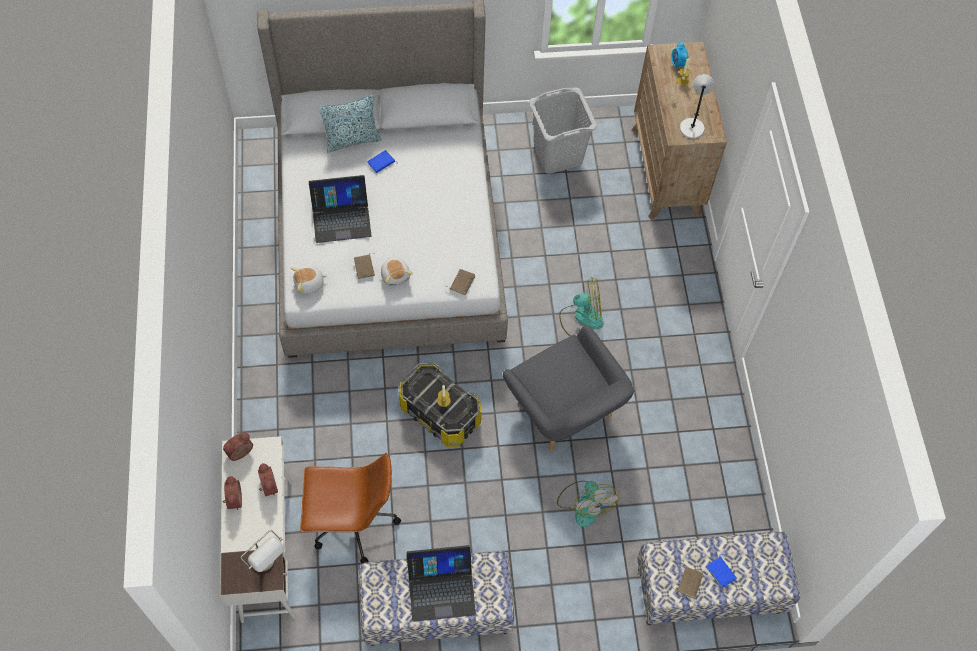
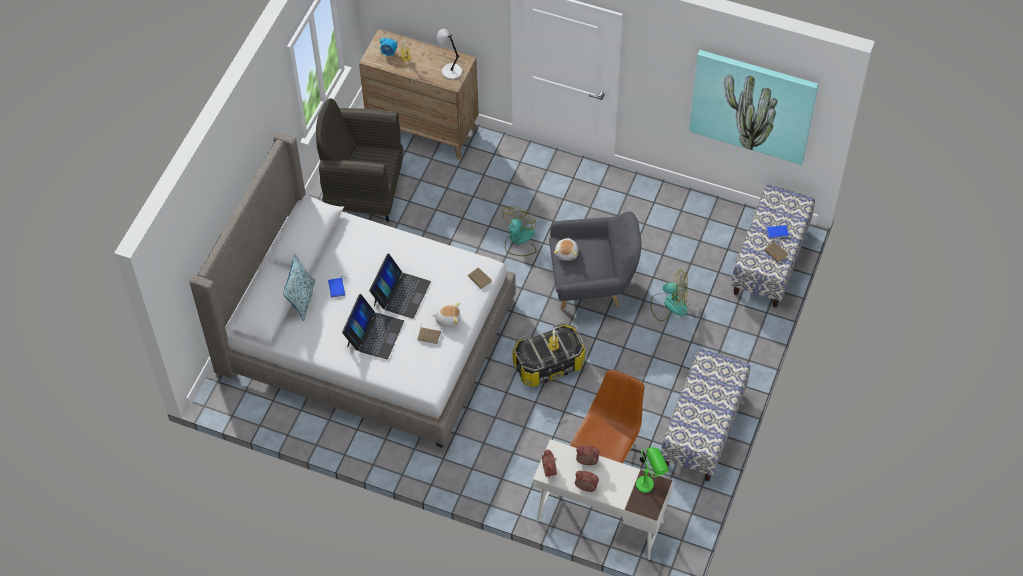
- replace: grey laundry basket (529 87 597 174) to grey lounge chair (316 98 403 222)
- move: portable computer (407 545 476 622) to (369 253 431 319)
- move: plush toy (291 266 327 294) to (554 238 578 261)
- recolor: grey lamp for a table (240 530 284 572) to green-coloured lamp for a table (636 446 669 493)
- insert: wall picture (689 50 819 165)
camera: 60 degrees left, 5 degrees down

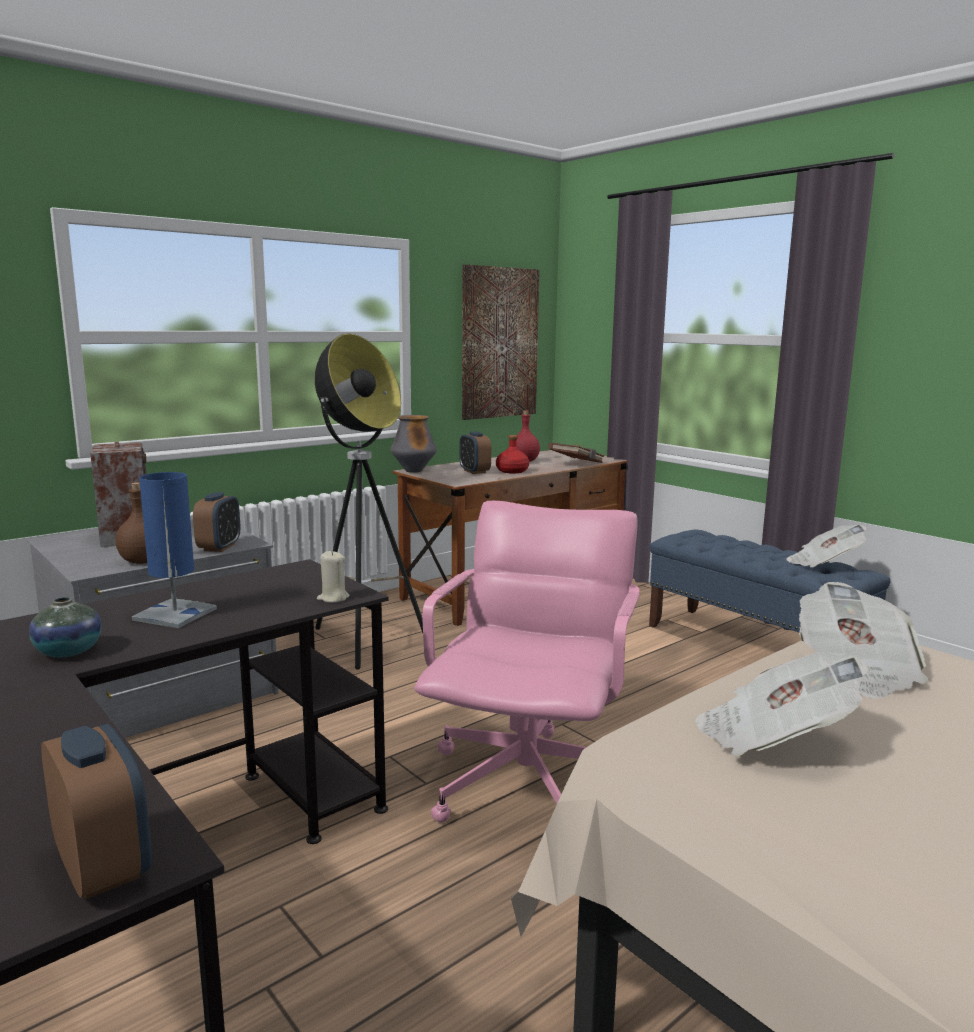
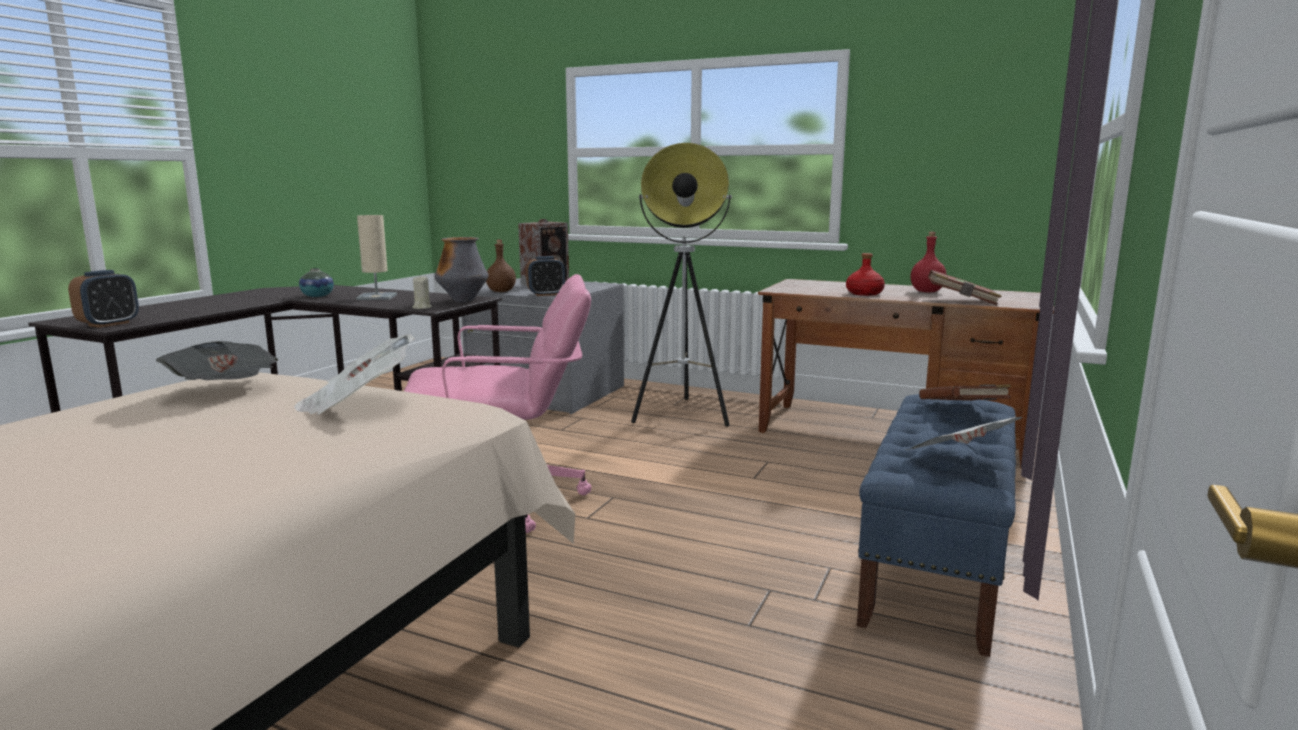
- recolor: blue lamp for a table (132 472 217 628) to sand-coloured lamp for a table (356 215 397 300)
- move: flower vase (390 415 437 473) to (434 237 489 302)
- insert: brownish volume (919 384 1011 401)
- delete: bedside clock (459 431 491 474)
- delete: wall picture (462 264 540 420)
camera: 65 degrees right, 0 degrees up

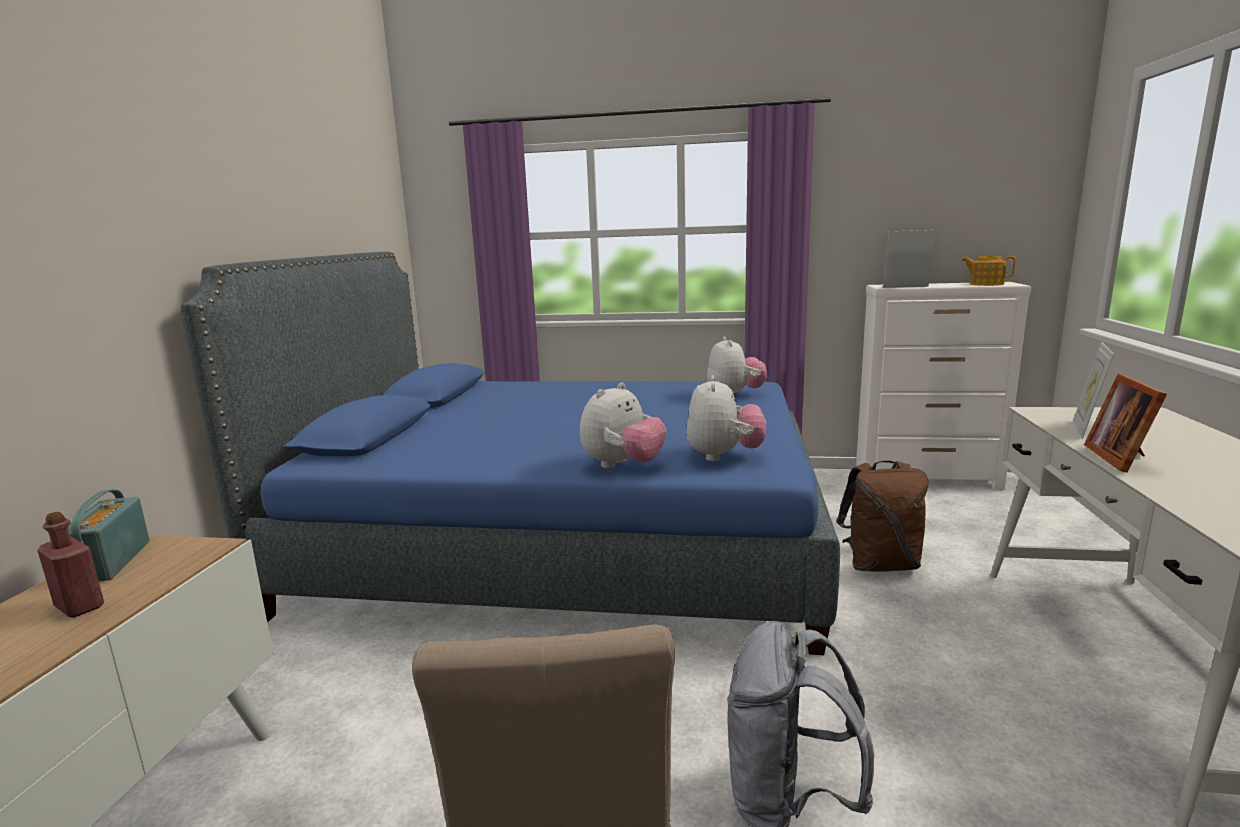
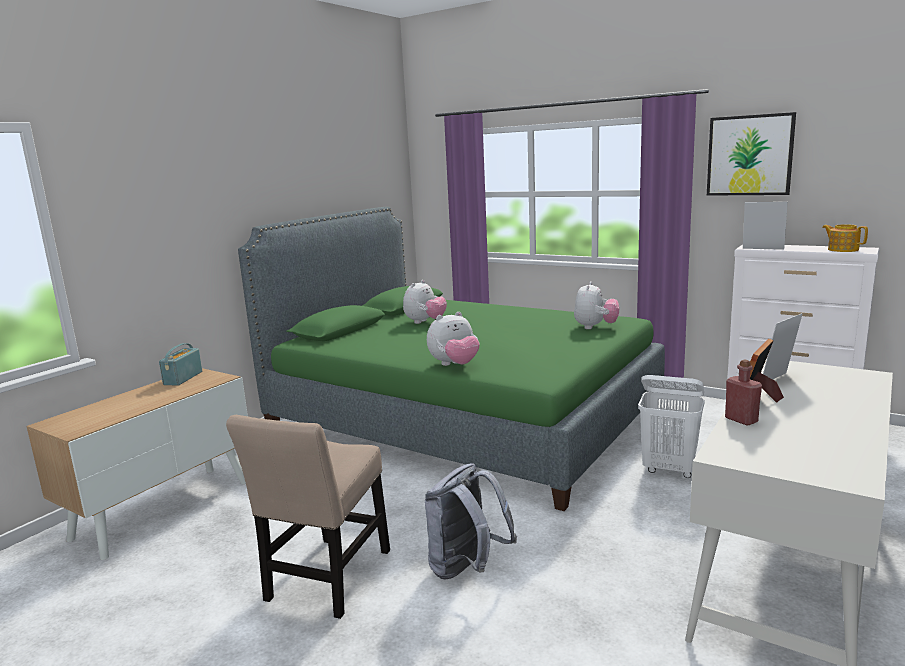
- recolor: blue bed (180 252 840 655) to green-coloured bed (238 207 665 511)
- move: plush toy (686 375 766 461) to (403 280 447 324)
- replace: brownish backpack (836 461 928 572) to whitish laundry basket (638 375 705 478)
- insert: wall picture (707 112 796 196)
- move: red drink bottle (37 512 104 618) to (725 360 762 426)
camera: 25 degrees right, 0 degrees up

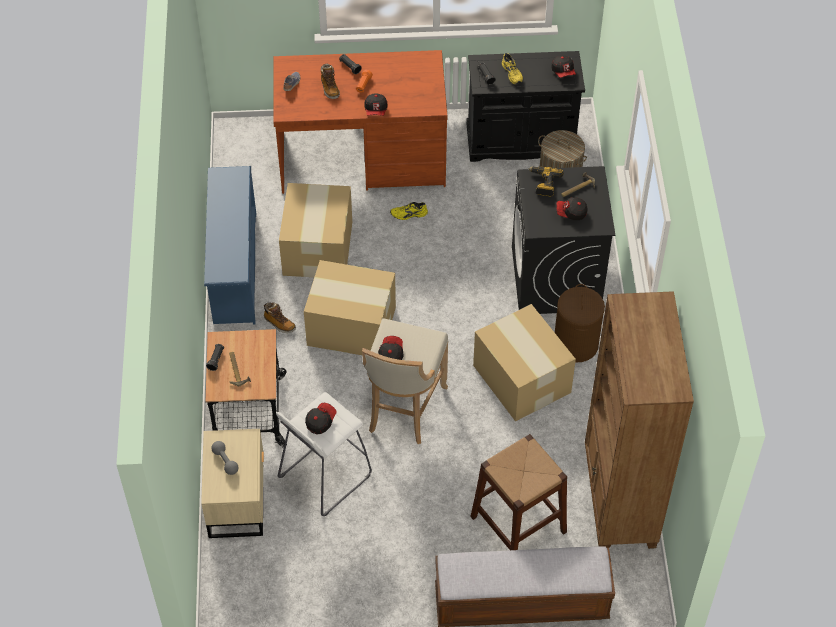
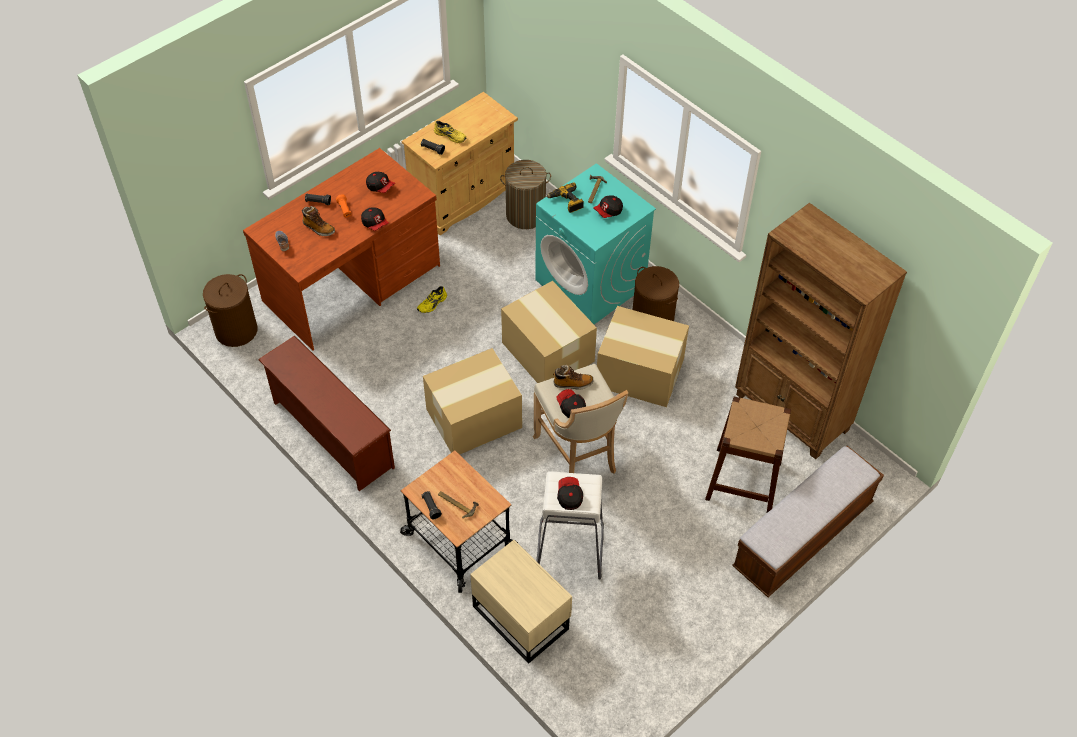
- insert: brownish laundry basket (203 274 258 347)
- recolor: blue shoe shelf (204 166 256 324) to brownish shoe shelf (258 336 395 491)
- move: cap (552 55 576 78) to (366 172 395 193)
- recolor: black cabinet (467 51 585 162) to sand-coloured cabinet (402 92 518 235)
- move: packing box (279 183 352 277) to (501 281 597 383)
- recolor: black laundry machine (512 166 615 314) to blue-green laundry machine (535 163 656 324)
- move: boot (264 302 296 333) to (553 365 594 390)
- delete: grey free weight (211 441 238 475)
camera: 40 degrees left, 0 degrees up

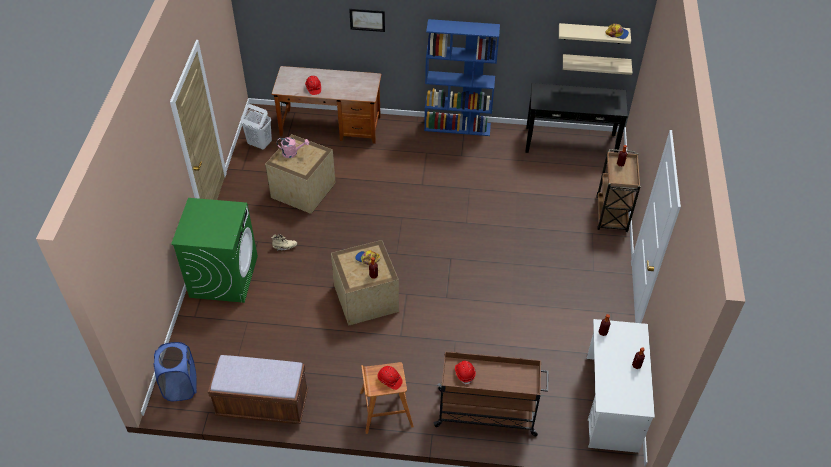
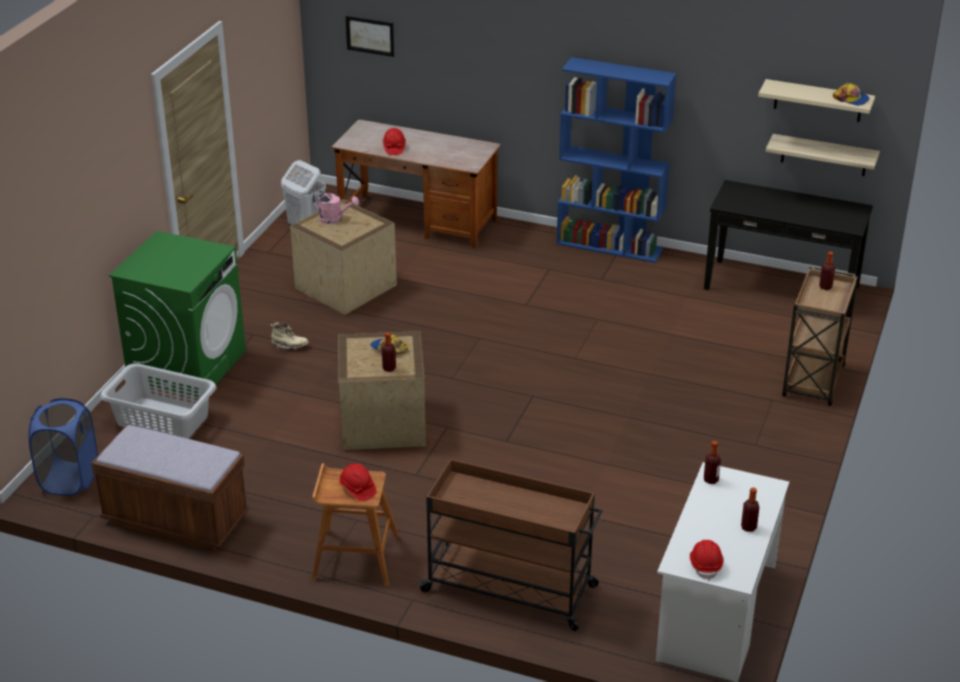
- insert: grey laundry basket (100 364 216 439)
- move: wall picture (349 9 385 32) to (345 16 394 57)
- move: red work helmet (455 361 476 385) to (690 540 724 580)
camera: 15 degrees right, 15 degrees down

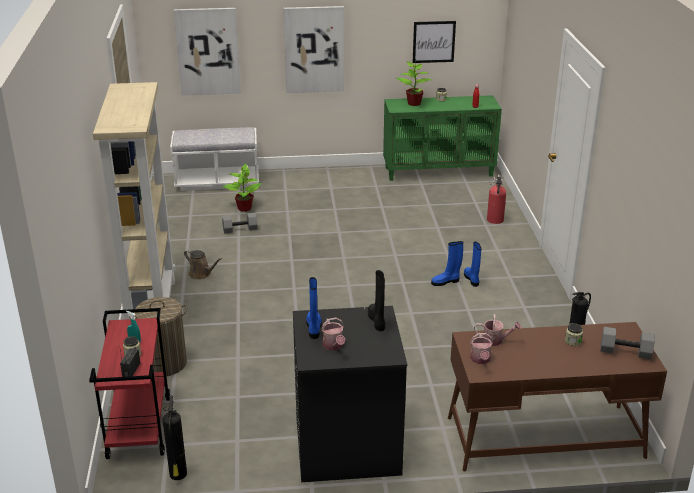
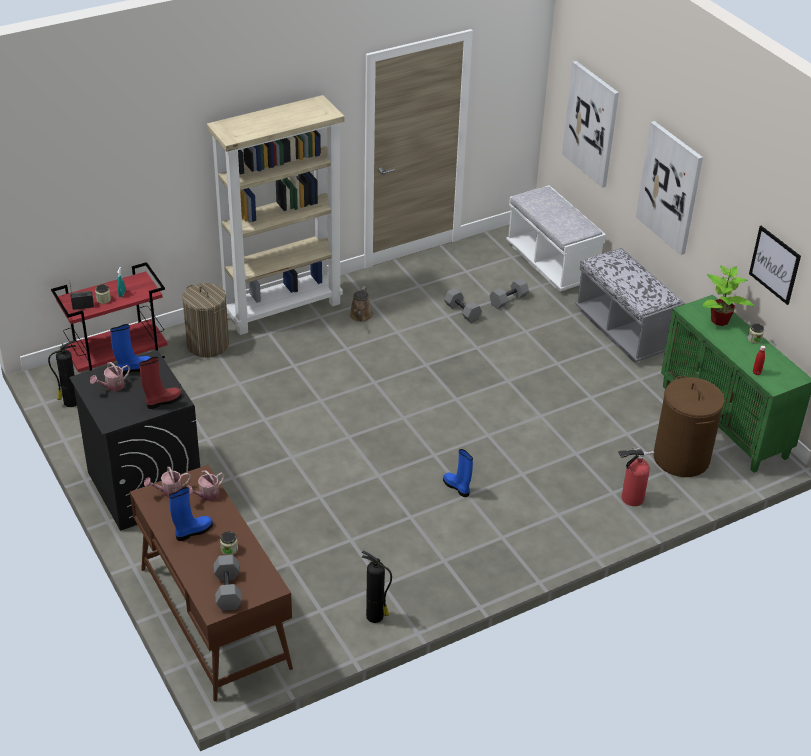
- recolor: black boot (368 270 386 331) to red boot (140 357 182 409)
- move: blue boot (464 242 481 287) to (169 487 213 541)
- rotate: watering pot (474 314 521 346) = (187 470 225 501) 60 degrees clockwise
- replace: houseplant (222 164 261 212) to grey free weight (489 278 529 309)
- insert: grey indoor bench (575 248 686 363)
- insert: brownish laundry basket (653 376 724 477)
camera: 65 degrees right, 10 degrees up

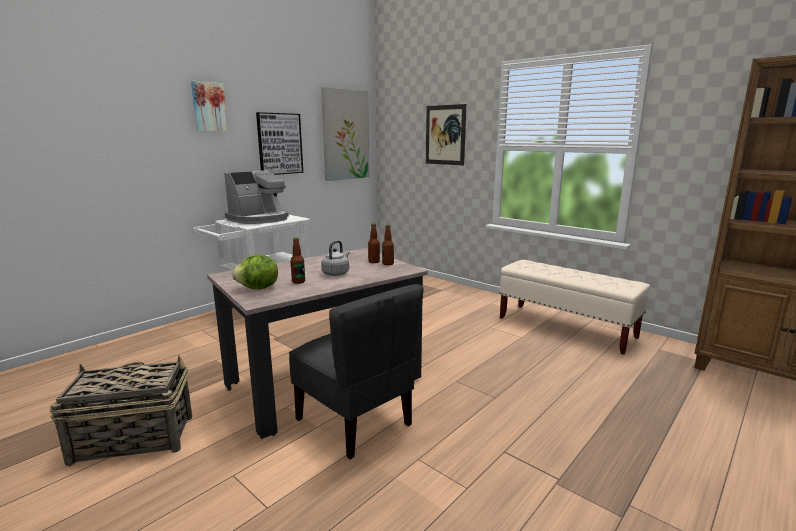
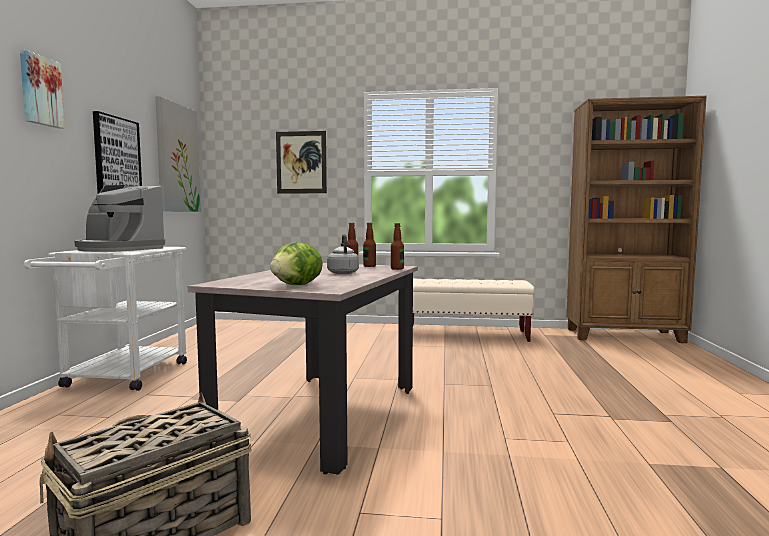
- rotate: coffee brewer (224 170 289 224) = (74 185 165 252) 105 degrees clockwise
- move: drink bottle (291 237 305 284) to (391 223 404 270)
- delete: grey upright chair (289 284 424 459)
camera: 35 degrees left, 10 degrees down

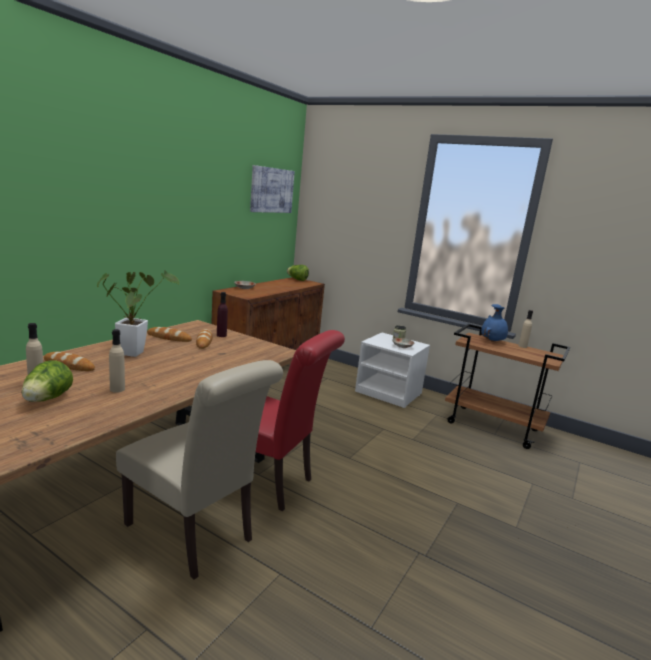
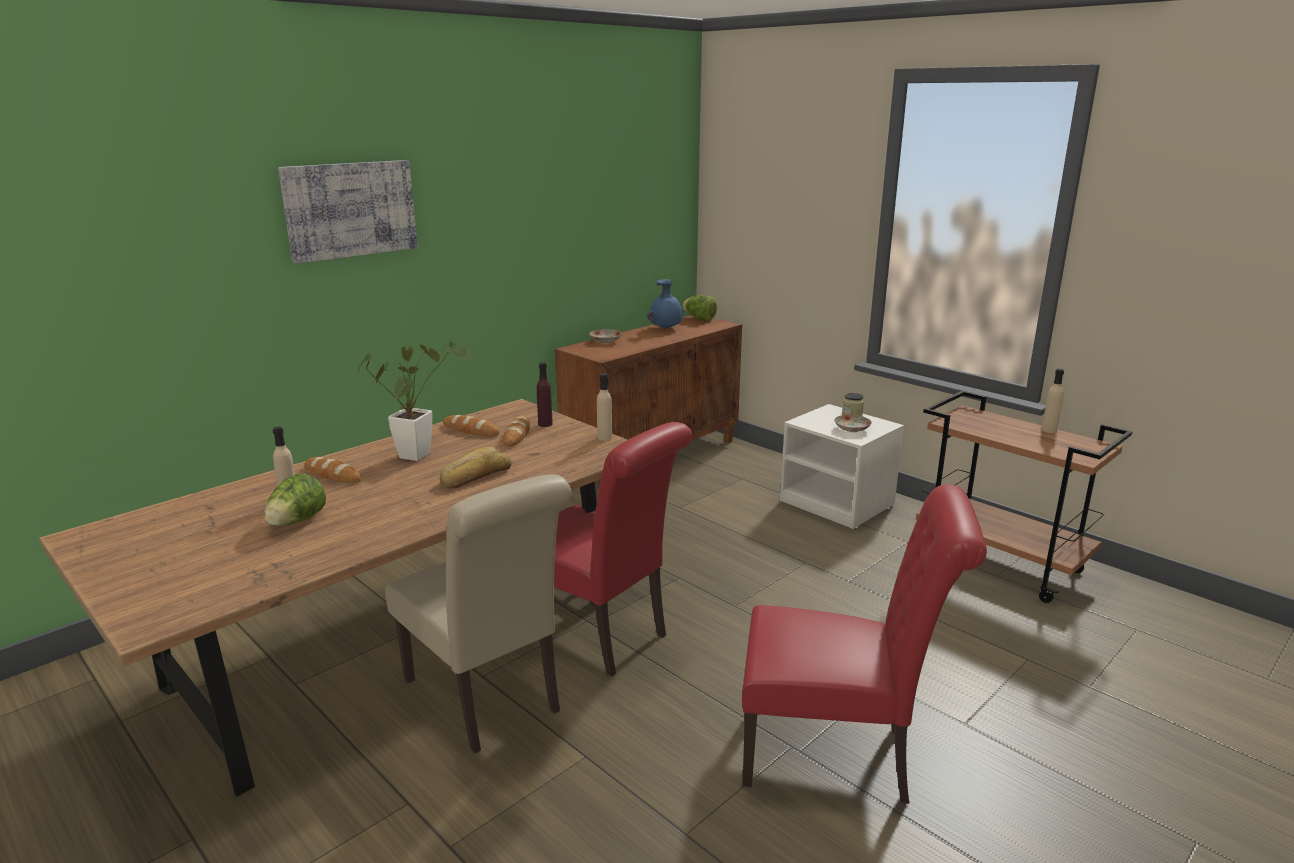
- move: wall picture (250 165 295 213) to (278 160 418 264)
- insert: baked bread (440 447 512 489)
- move: sand-coloured drink bottle (109 329 125 393) to (597 373 612 441)
- move: blue flower vase (481 304 508 342) to (647 279 684 329)
- insert: red upright chair (742 484 987 804)
camera: 15 degrees right, 5 degrees up

